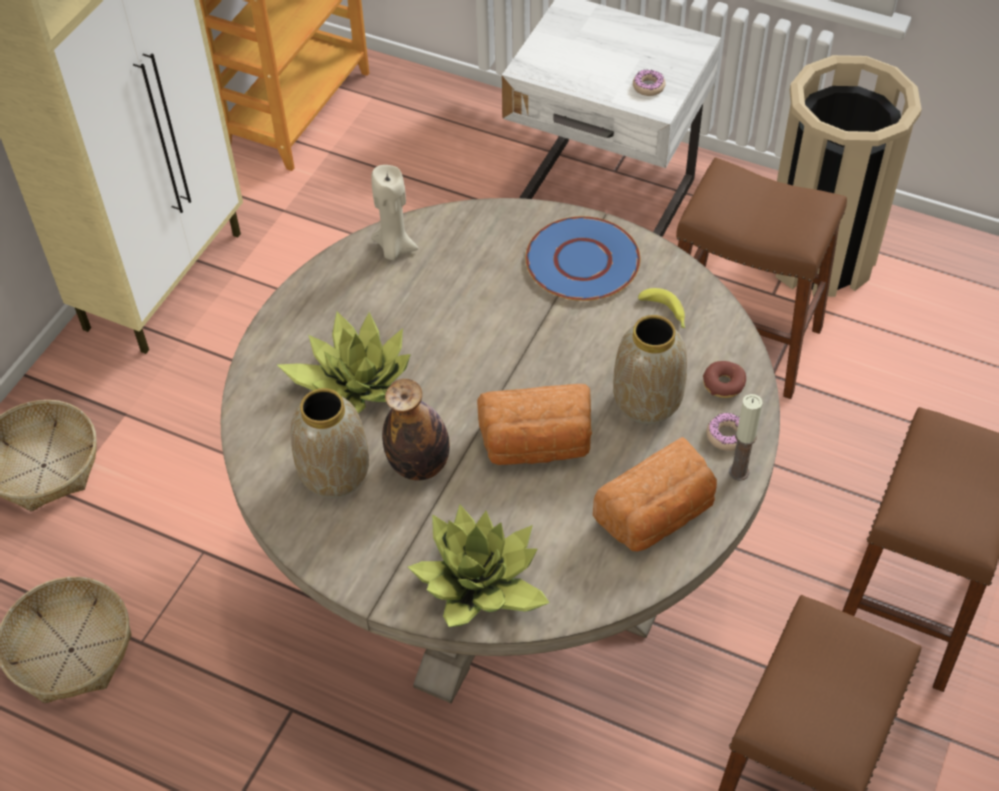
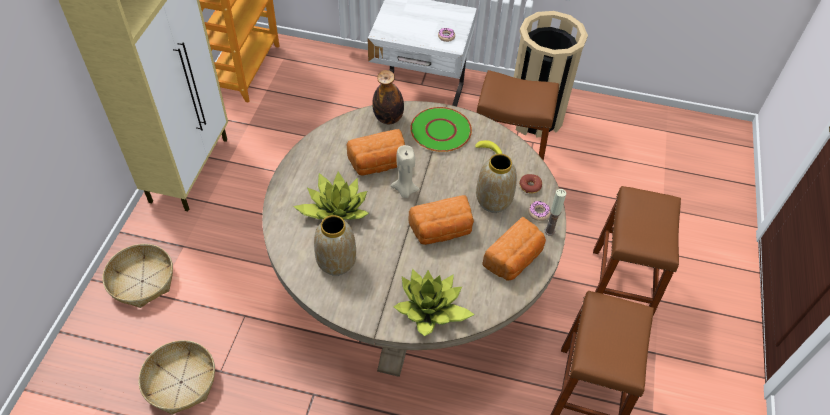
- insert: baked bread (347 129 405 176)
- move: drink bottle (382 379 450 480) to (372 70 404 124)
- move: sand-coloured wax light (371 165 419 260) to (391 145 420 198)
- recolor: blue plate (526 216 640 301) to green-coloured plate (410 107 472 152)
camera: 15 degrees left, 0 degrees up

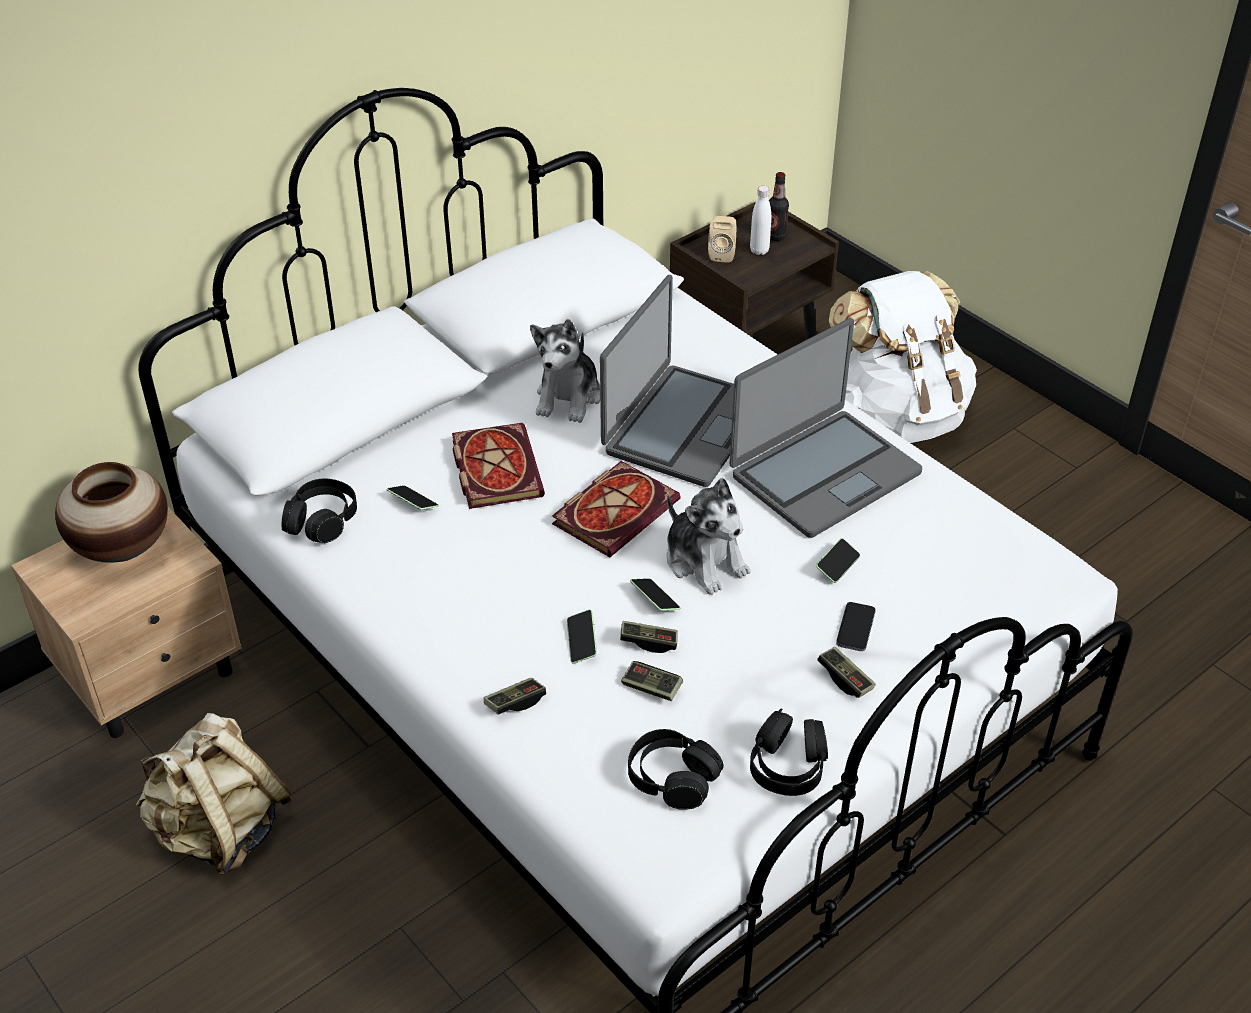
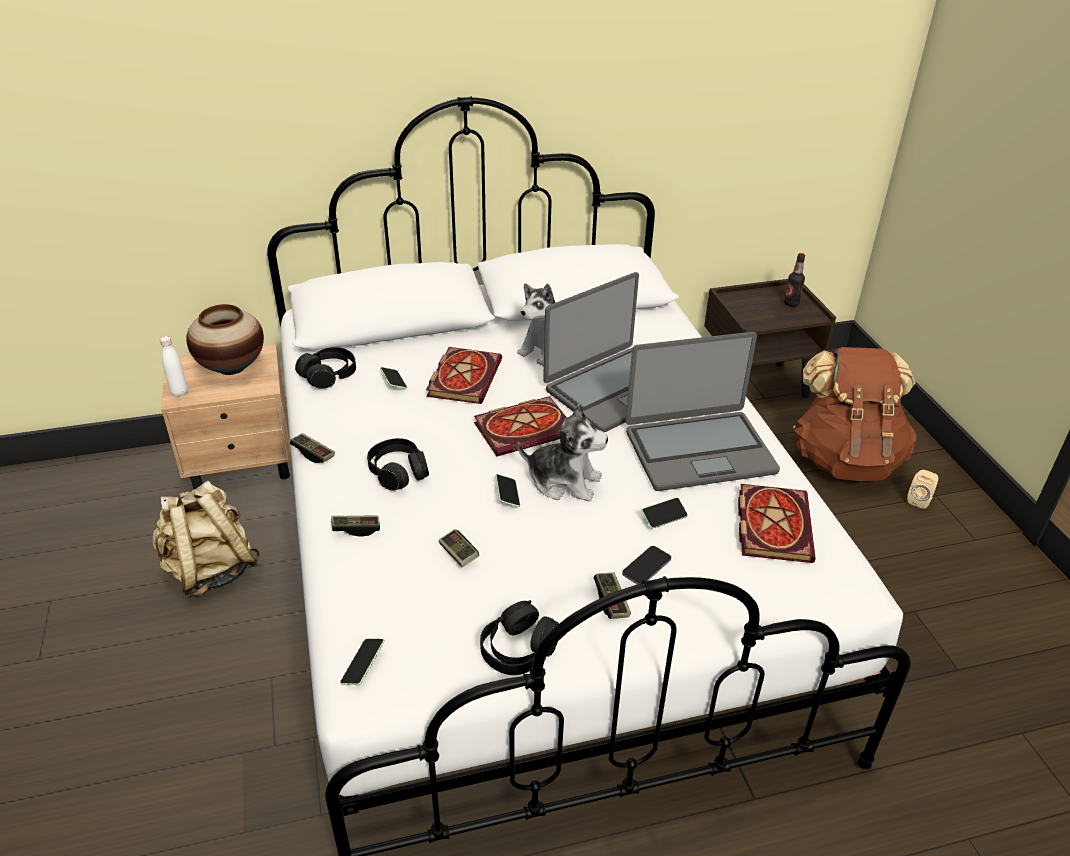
- move: whitish drink bottle (750 186 771 255) to (160 336 188 397)
- move: game controller (620 621 678 653) to (290 433 335 463)
- move: handset (567 610 597 664) to (340 639 385 685)
- move: black pair of headphones (628 729 724 810) to (367 438 429 491)
- rotate: plush toy (667 478 751 595) = (518 404 608 502) 60 degrees counterclockwise
- insert: volume (738 484 816 563)
- recolor: whitish backpack (829 271 977 443) to brownish backpack (793 347 917 481)
- move: sand-coloured speaker (708 216 736 263) to (907 470 939 509)
camera: 25 degrees right, 5 degrees down

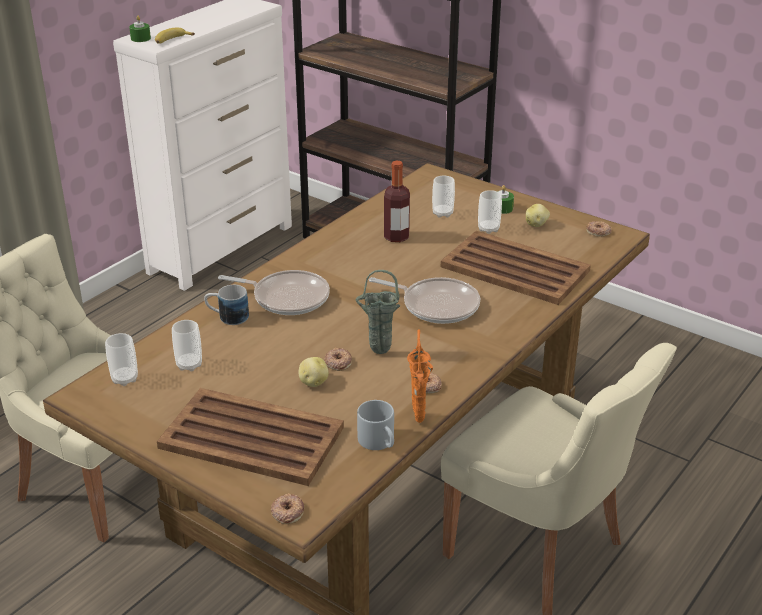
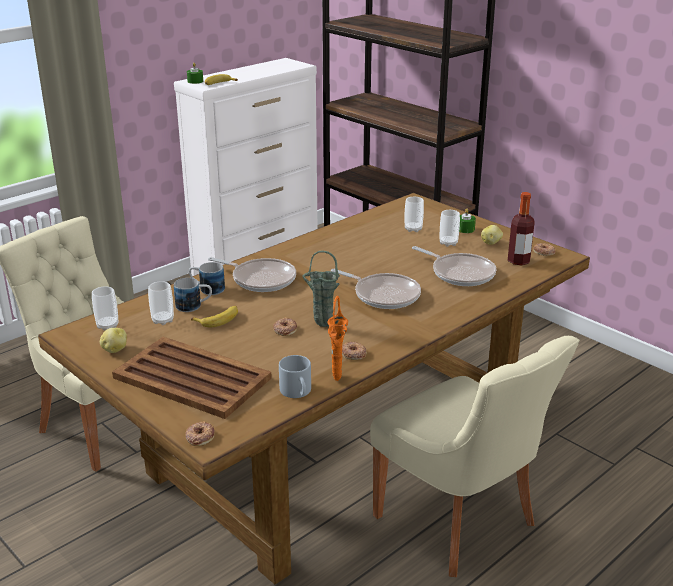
- move: potato (299 357 329 387) to (100 328 127 353)
- insert: tea mug (174 278 212 312)
- insert: banana fruit (191 306 238 327)
- replace: brownish serving tray (441 231 591 305) to pan (412 246 496 286)
- move: drink bottle (384 161 410 242) to (508 192 535 265)
camera: 10 degrees right, 5 degrees down

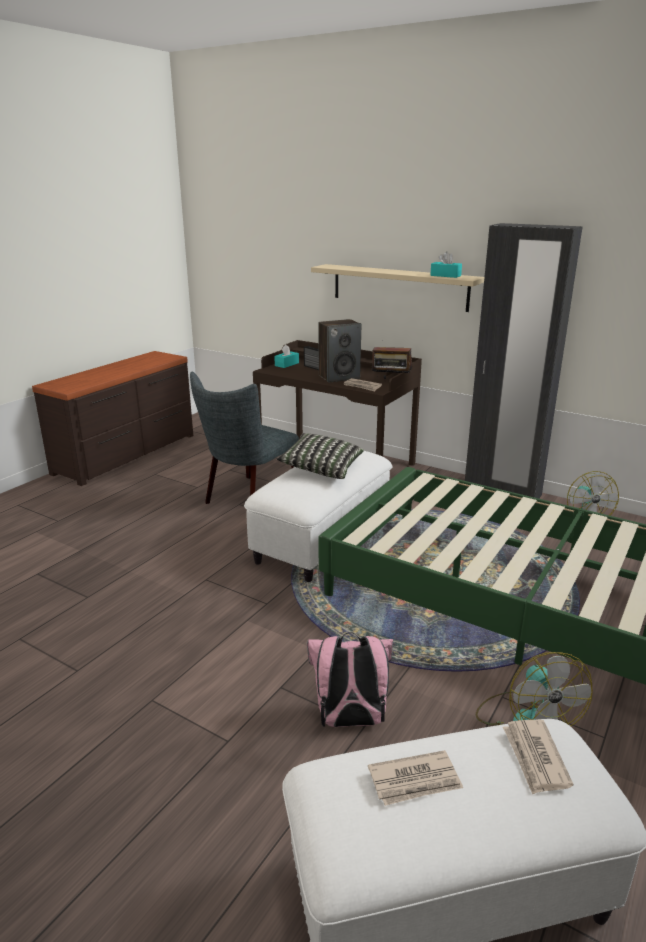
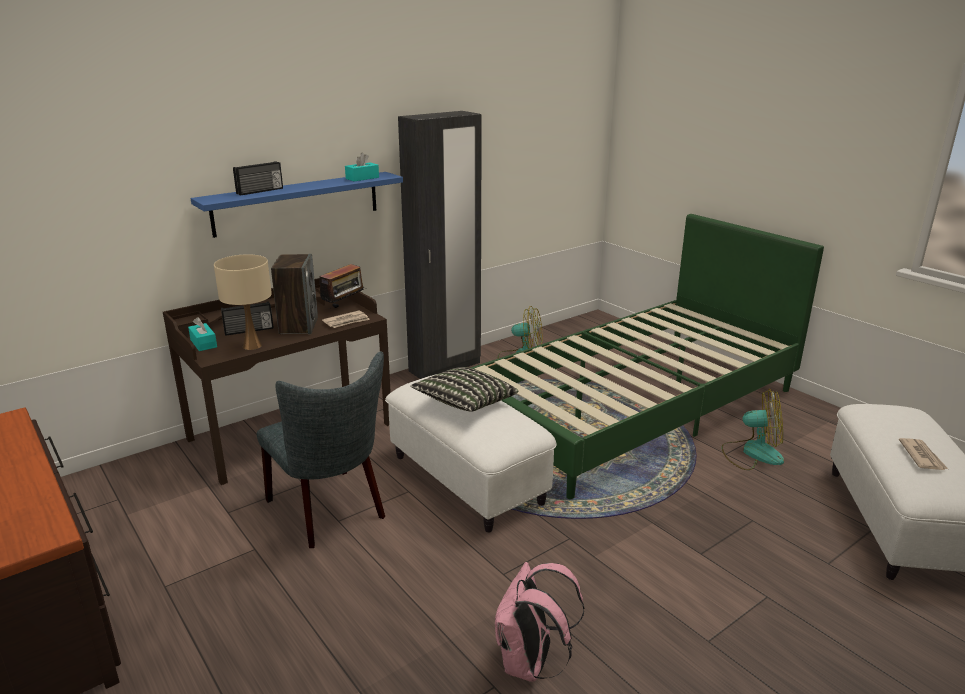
- recolor: sand-coloured shelf (311 264 484 312) to blue shelf (191 172 403 238)
- insert: sand-coloured lamp for a table (214 254 272 350)
- insert: radio (233 161 283 196)
- move: pinkish backpack (307 632 393 727) to (495 562 584 682)
- delete: printed paper (503 720 573 795)
camera: 70 degrees left, 0 degrees up

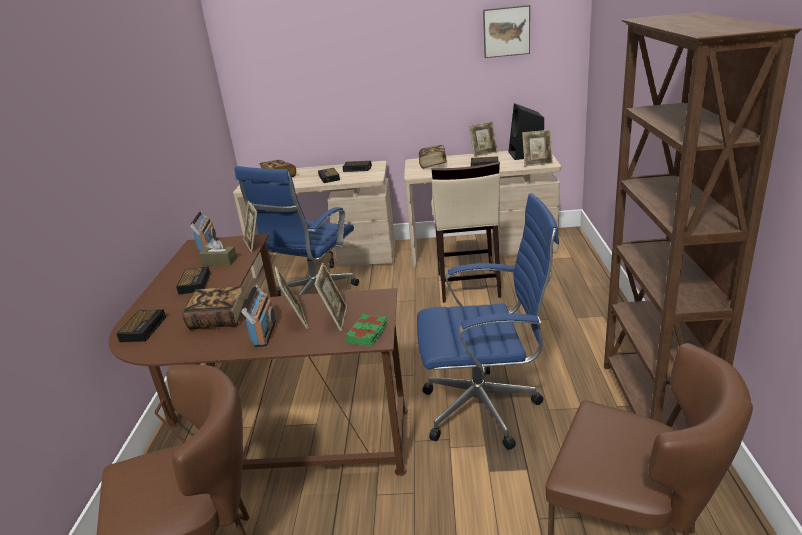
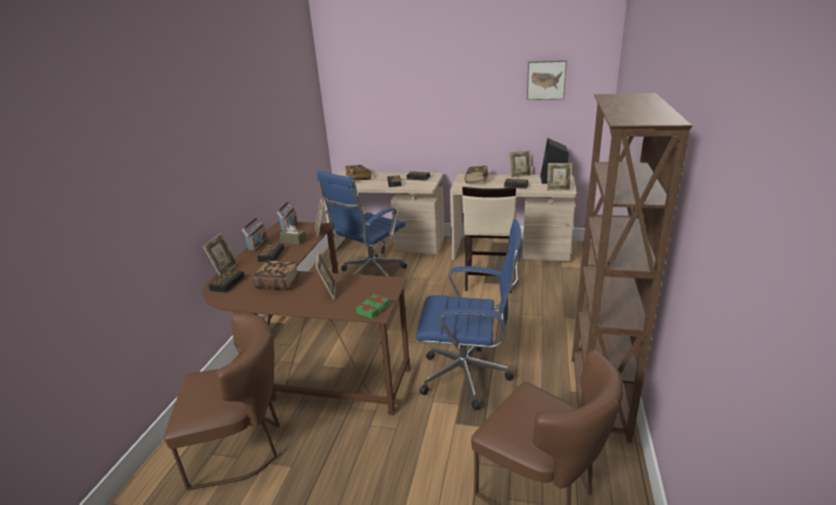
- move: standing frame (314 263 347 331) to (203 233 238 276)
- move: radio (241 285 276 347) to (242 217 268 252)
camera: 10 degrees right, 0 degrees up

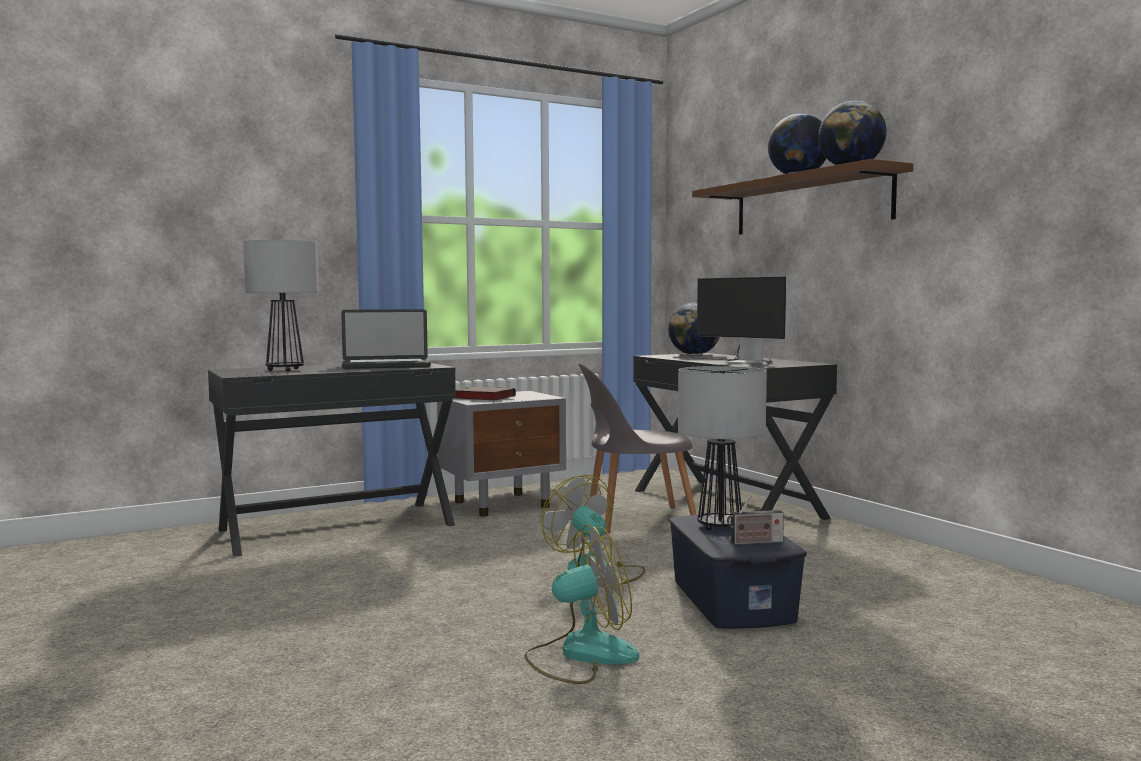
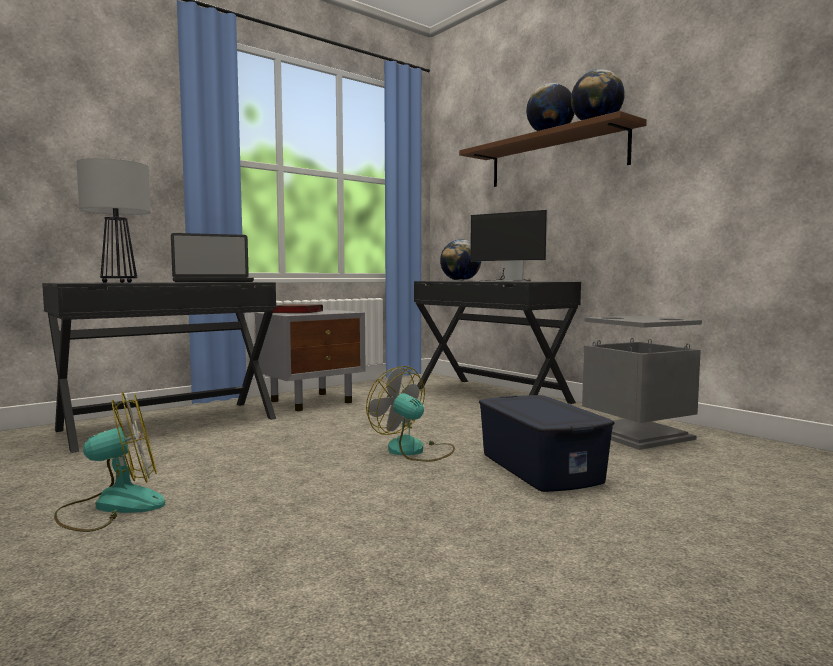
- move: cooling fan (524 524 639 684) to (54 392 165 532)
- insert: grey rubbish bin (582 315 702 450)
- delete: grey upright chair (578 363 697 534)
- delete: lamp for a table (678 366 767 530)
- delete: radio (727 496 784 545)
camera: 10 degrees left, 0 degrees up

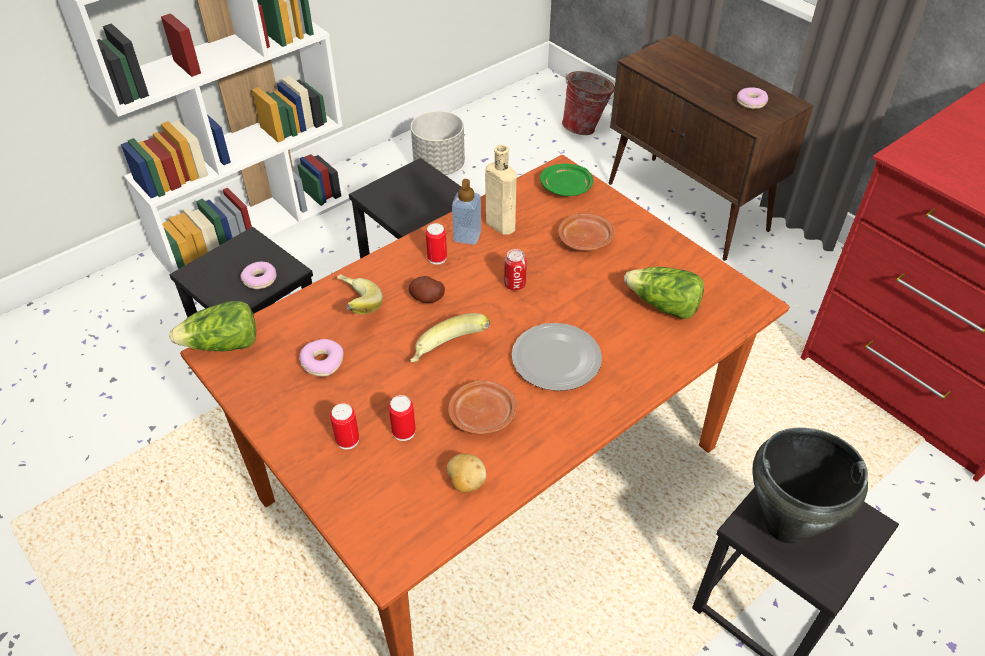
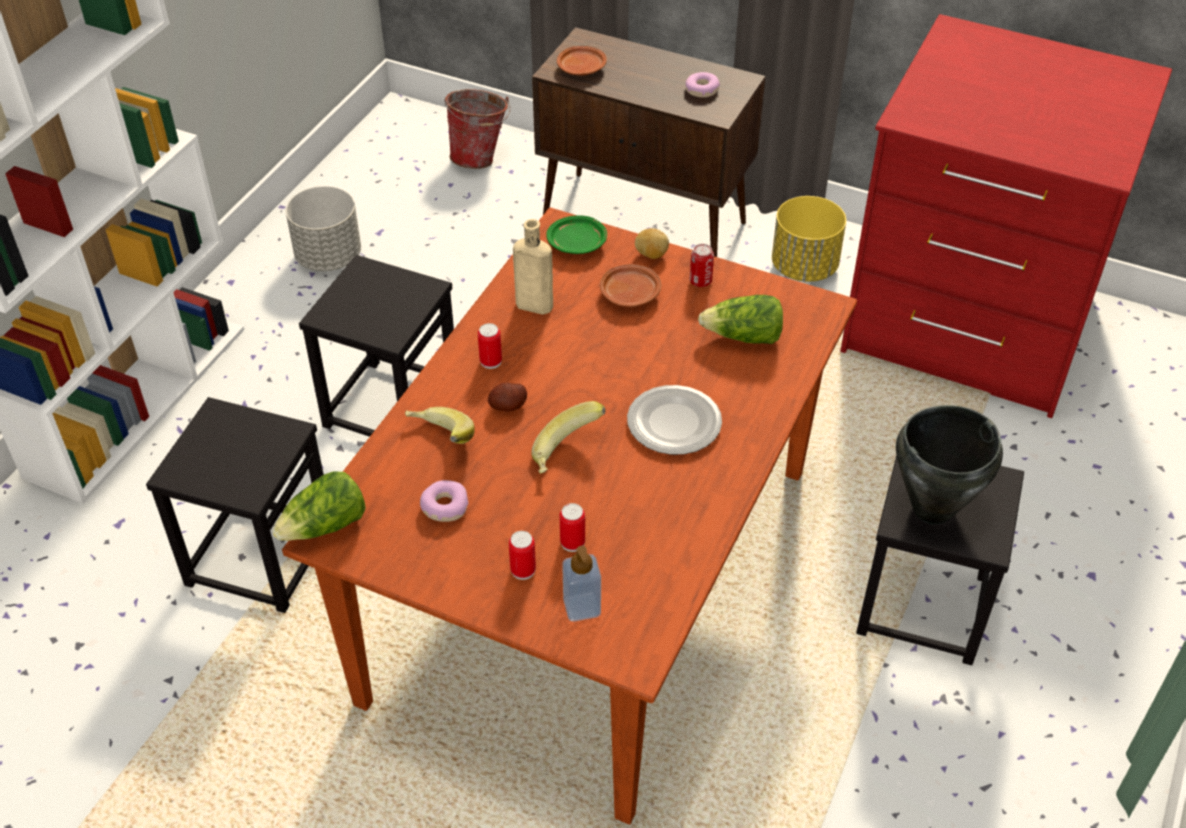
- move: brownish plate (448 380 517 435) to (557 46 607 75)
- move: soap bottle (452 179 481 245) to (562 546 601 621)
- move: potato (447 453 486 493) to (635 228 669 259)
- move: metal can (504 249 527 291) to (689 244 714 287)
- insert: yellowish planter (772 196 846 282)
- delete: ring doughnut (241 262 277 289)
camera: 25 degrees left, 0 degrees up

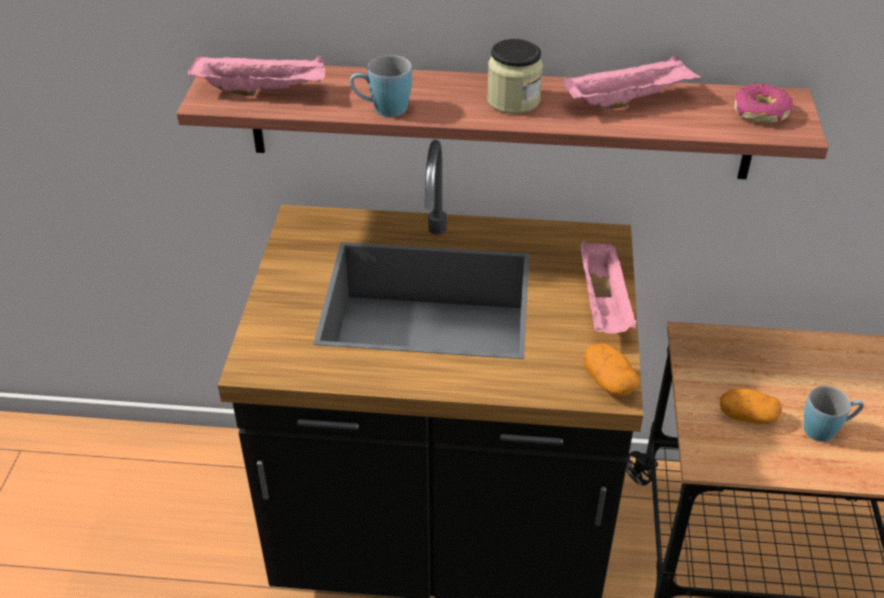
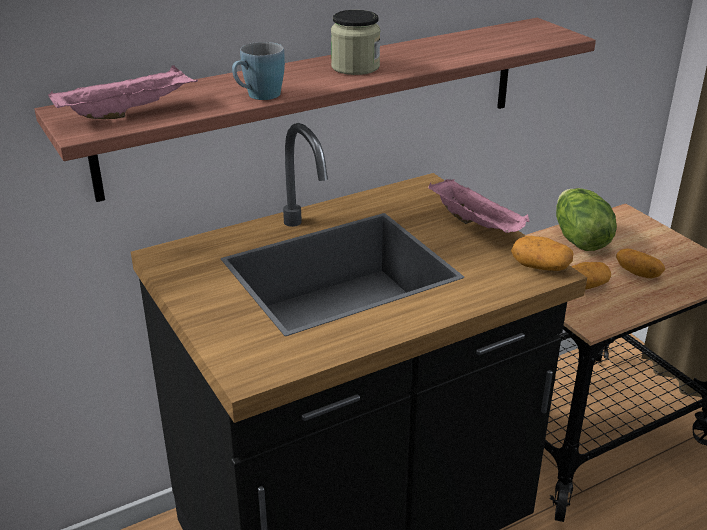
- insert: lettuce (556 188 617 251)
- replace: blue tea mug (804 386 864 442) to potato (616 249 665 278)
- delete: pinkish serving tray (562 55 702 108)
- delete: ring doughnut (735 83 793 124)
camera: 35 degrees left, 10 degrees down

